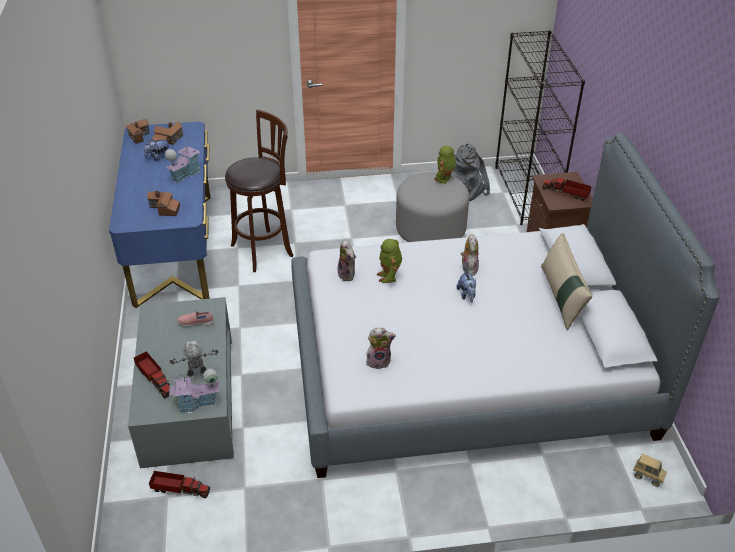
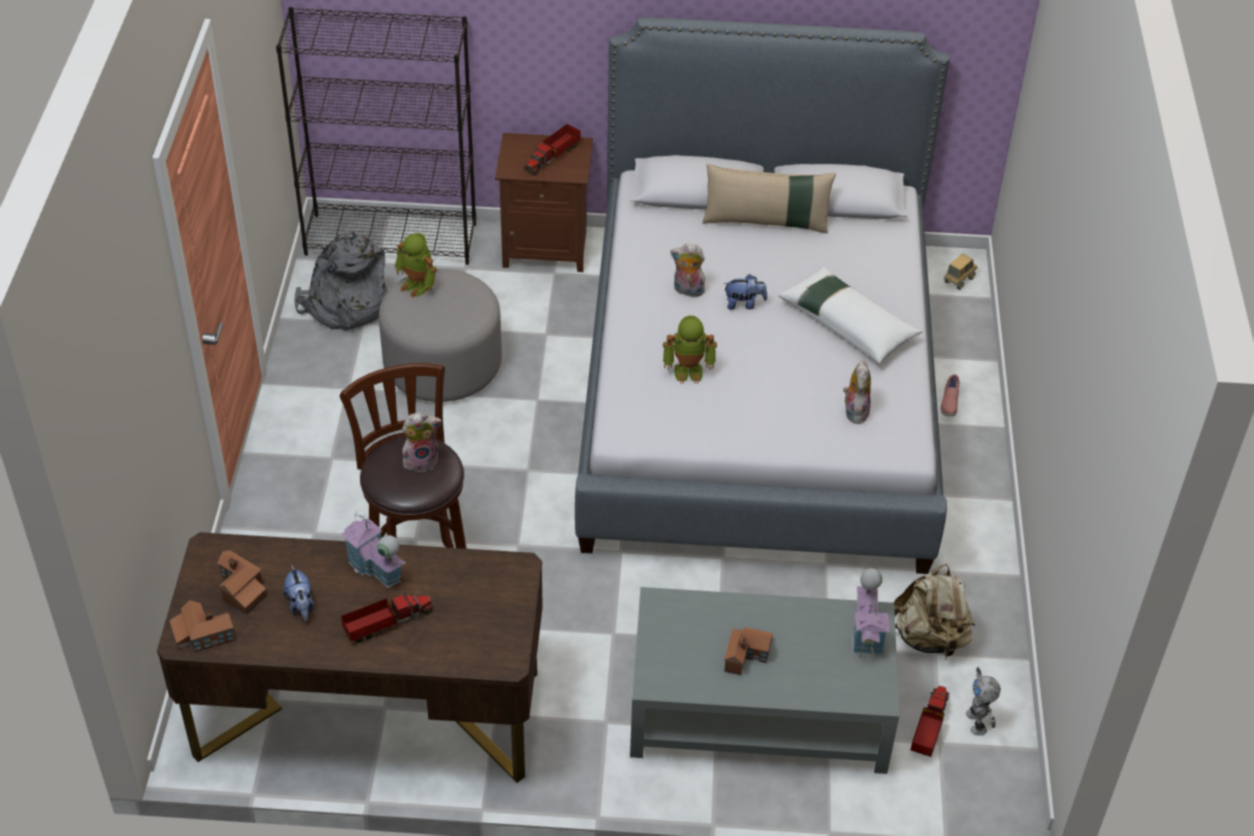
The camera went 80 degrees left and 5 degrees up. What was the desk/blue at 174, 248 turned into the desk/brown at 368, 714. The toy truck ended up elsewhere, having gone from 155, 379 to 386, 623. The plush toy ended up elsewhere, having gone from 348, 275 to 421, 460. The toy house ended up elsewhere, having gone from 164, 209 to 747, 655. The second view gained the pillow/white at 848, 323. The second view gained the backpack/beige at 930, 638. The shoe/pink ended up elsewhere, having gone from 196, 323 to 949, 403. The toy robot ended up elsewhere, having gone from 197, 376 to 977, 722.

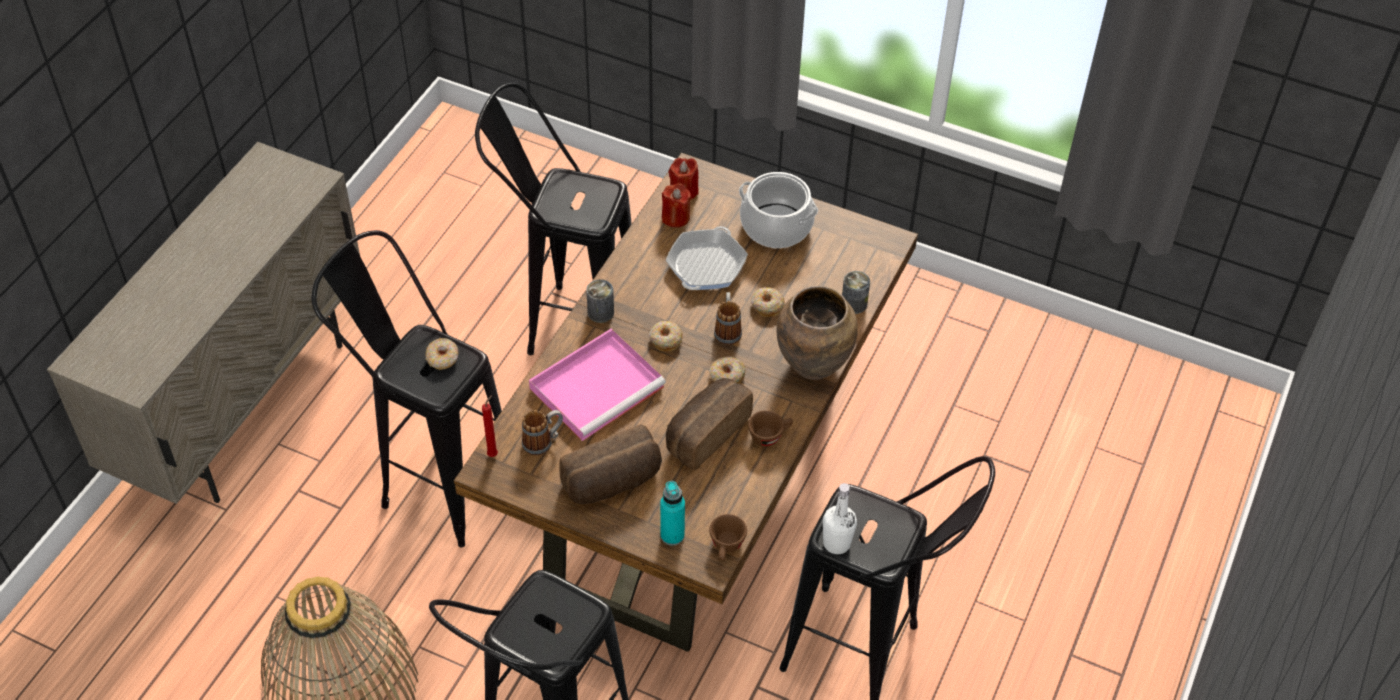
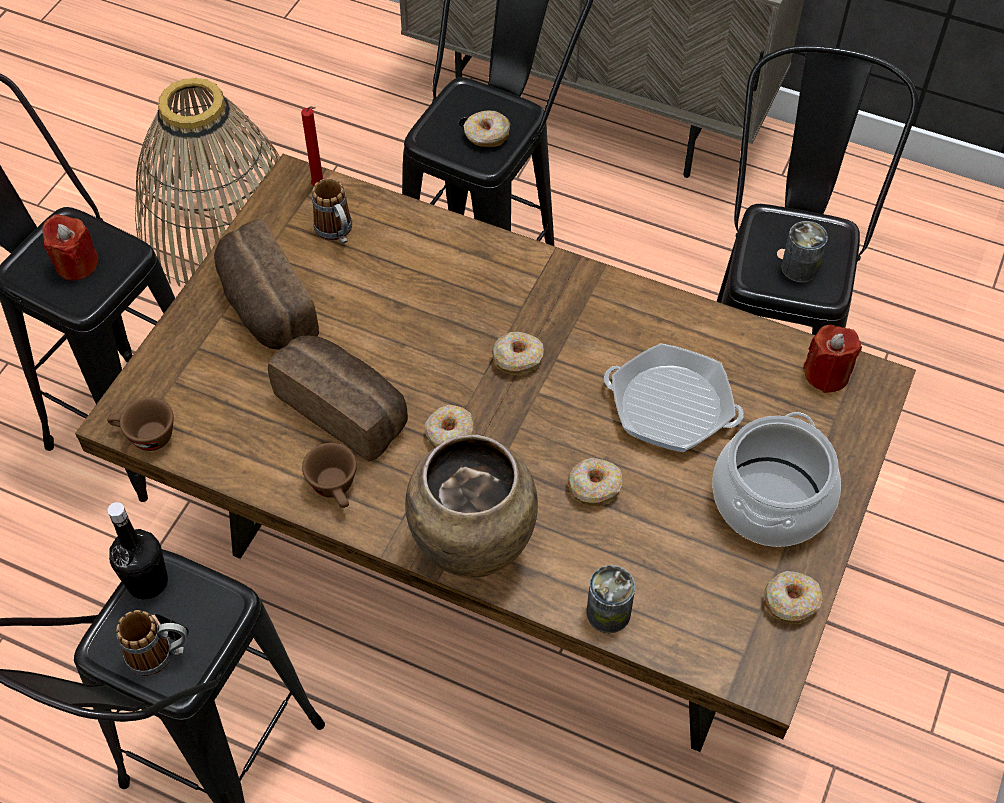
The camera went 90 degrees right and 5 degrees up. The candle/red ended up elsewhere, having gone from 675, 217 to 76, 264. What was the bottle/white at 836, 543 turned into the bottle/black at 147, 582. The mug ended up elsewhere, having gone from 727, 330 to 160, 655. The second view gained the donut at 790, 601. The can ended up elsewhere, having gone from 600, 312 to 799, 268. The second view lost the tray/pink at 598, 386. The second view lost the bottle/turquoise at 672, 535.

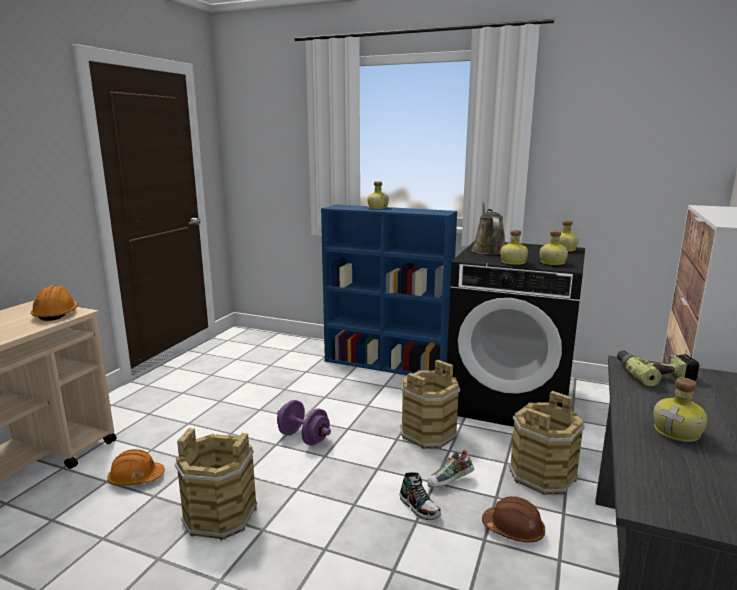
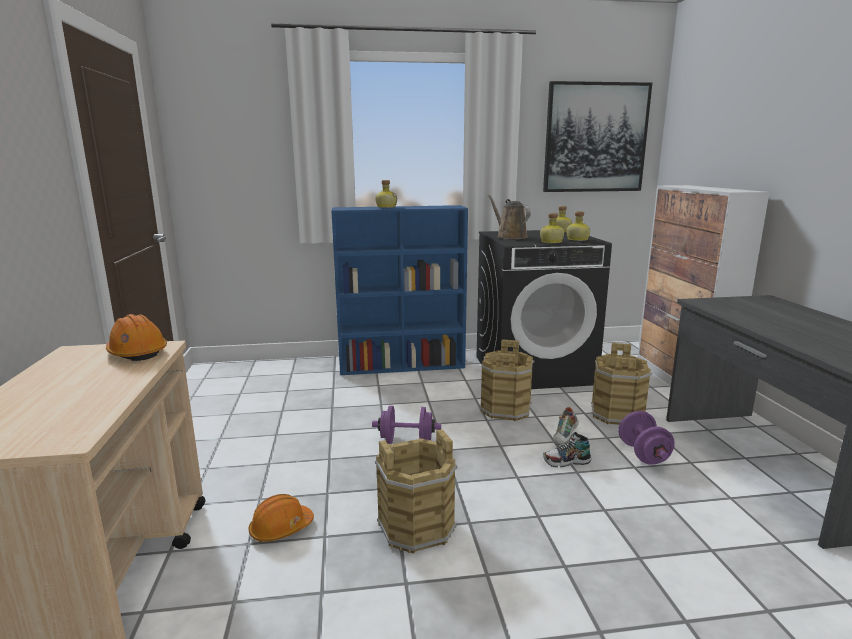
The camera went 30 degrees left and 0 degrees up. The second view gained the picture at 595, 138. The shoe at 419, 507 ended up facing another way, 150 degrees clockwise from before. Where the hard hat/brown stood at 513, 529, the dumbbell/purple came to stand at 643, 454. The second view lost the power drill at 655, 373. The second view lost the bottle at 678, 432.

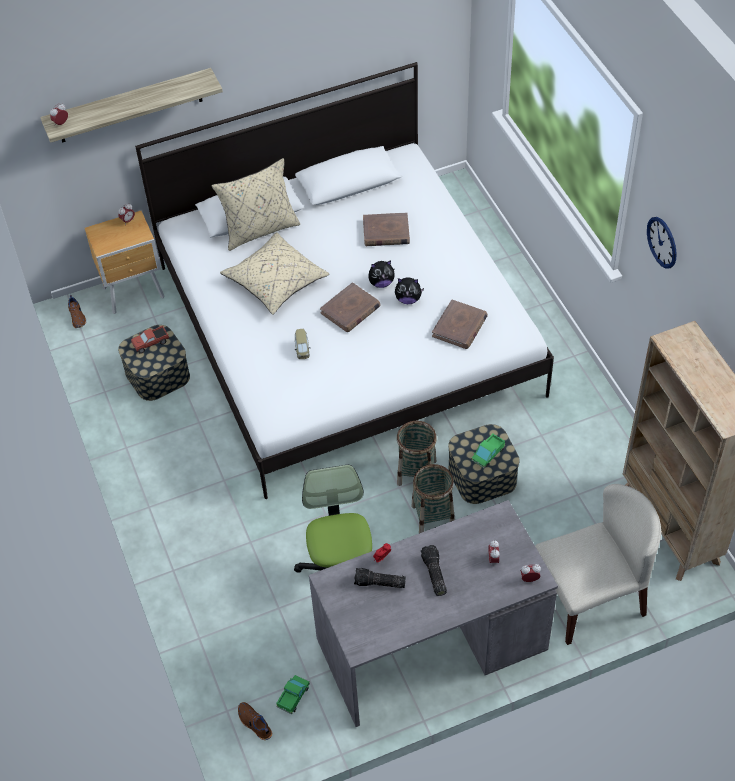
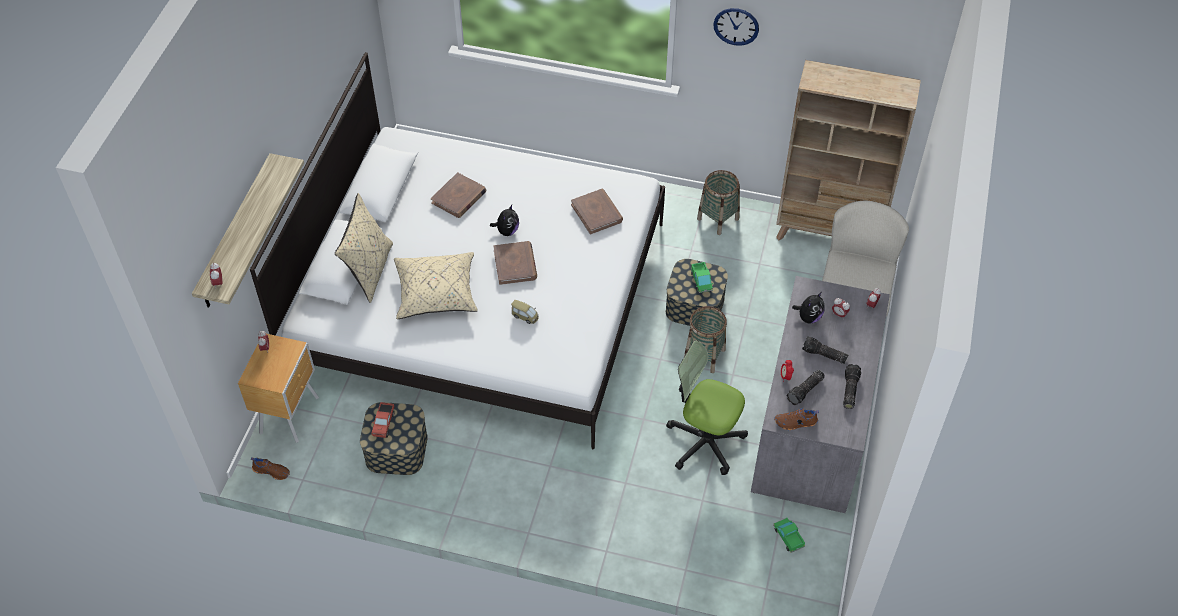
The camera went 55 degrees left and 0 degrees up. The basket ended up elsewhere, having gone from 416, 472 to 718, 219. The shoe/brown ended up elsewhere, having gone from 254, 723 to 795, 423. The plush toy ended up elsewhere, having gone from 408, 299 to 808, 317. The second view gained the flashlight at 849, 390.

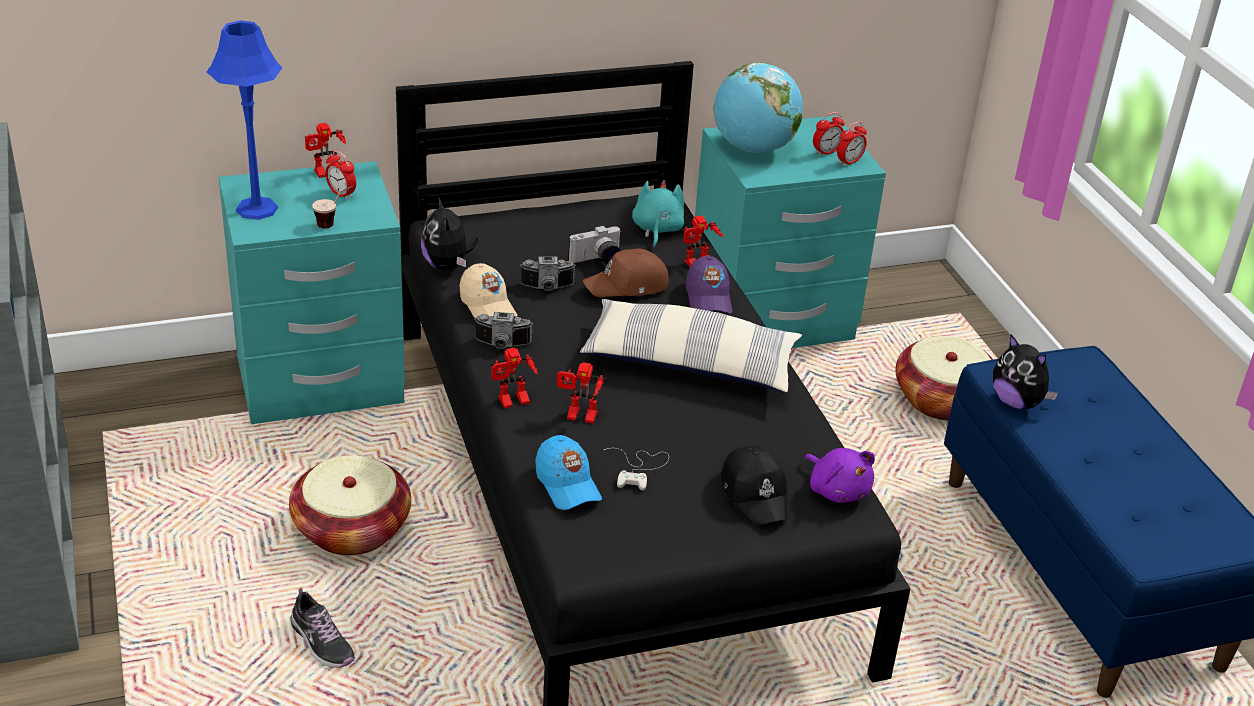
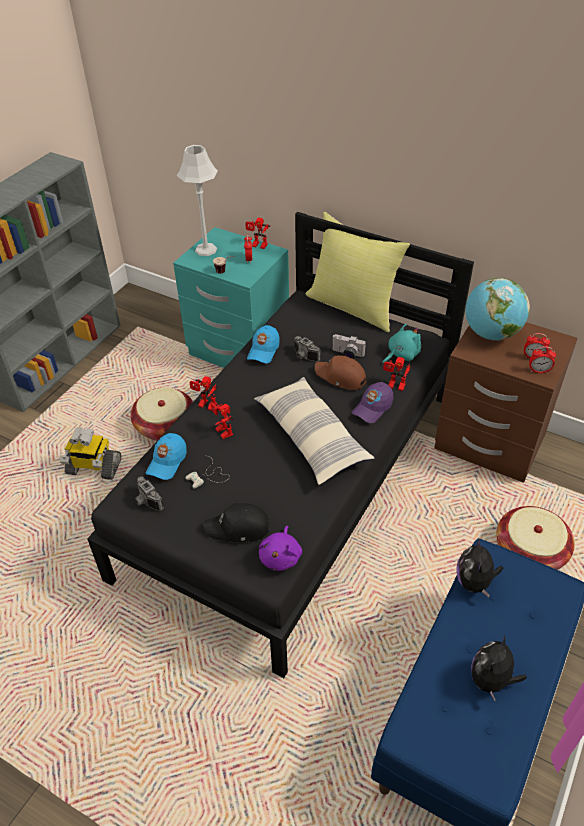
The camera went 50 degrees right and 10 degrees up. Where the shoe stood at 322, 642, the toy robot came to stand at 93, 468. The photo camera ended up elsewhere, having gone from 502, 345 to 146, 501. What was the table lamp/blue at 256, 209 turned into the table lamp/grey at 205, 249. The cap/black at 755, 493 ended up facing another way, 60 degrees clockwise from before. What was the cap/beige at 487, 306 turned into the cap/blue at 263, 350. The second view gained the pillow/yellow at 353, 306. What was the nightstand/turquoise at 771, 321 turned into the nightstand/brown at 489, 443. The plush toy ended up elsewhere, having gone from 447, 266 to 491, 680.

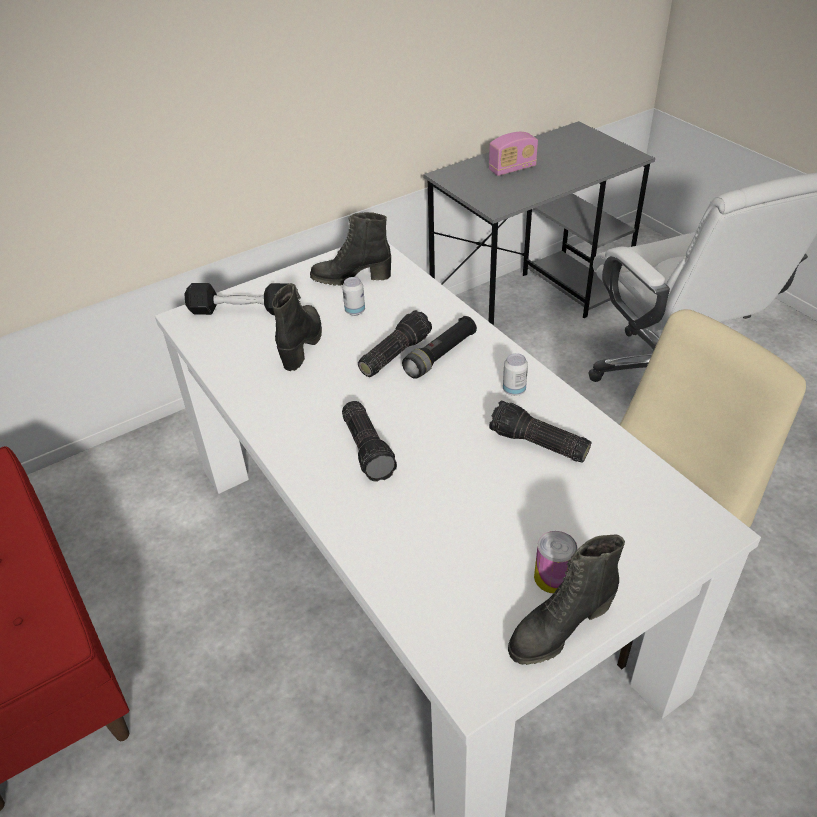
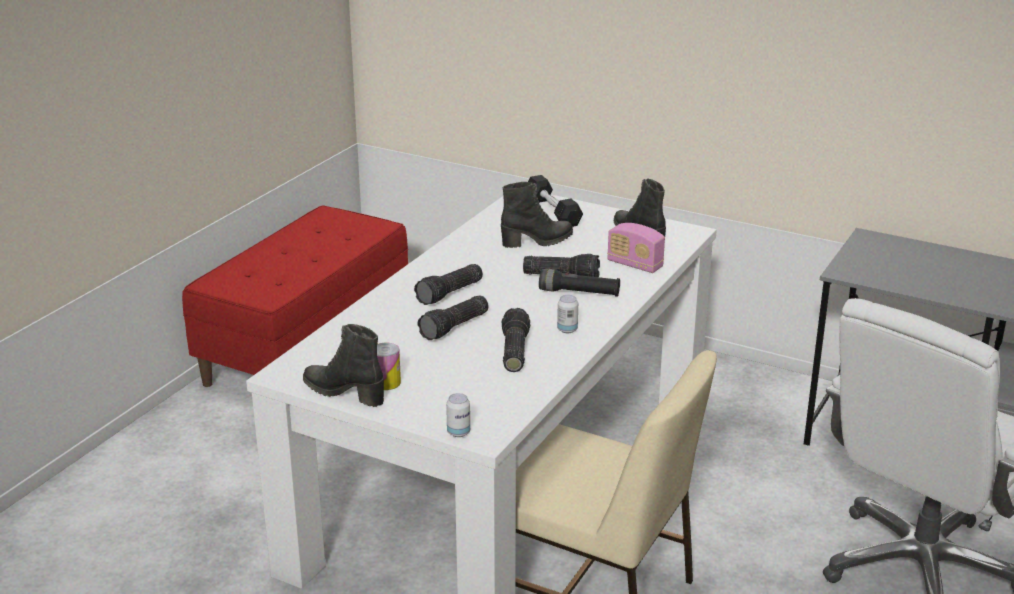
The camera went 60 degrees right and 15 degrees down. The second view gained the flashlight at 455, 327. The can ended up elsewhere, having gone from 355, 311 to 458, 432. The radio ended up elsewhere, having gone from 512, 169 to 634, 265.

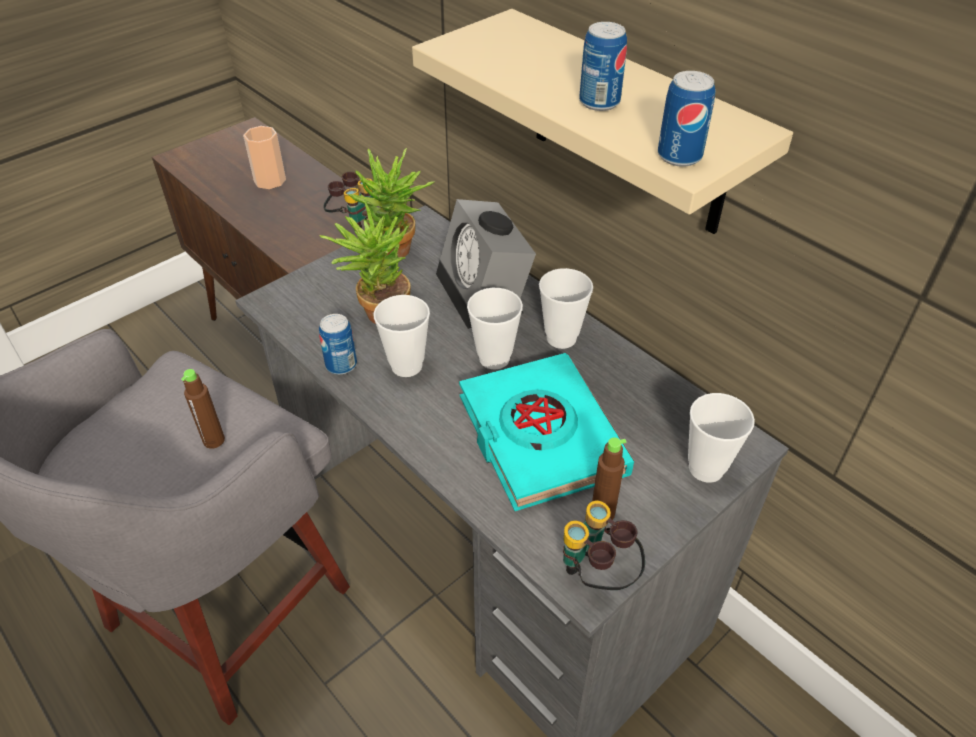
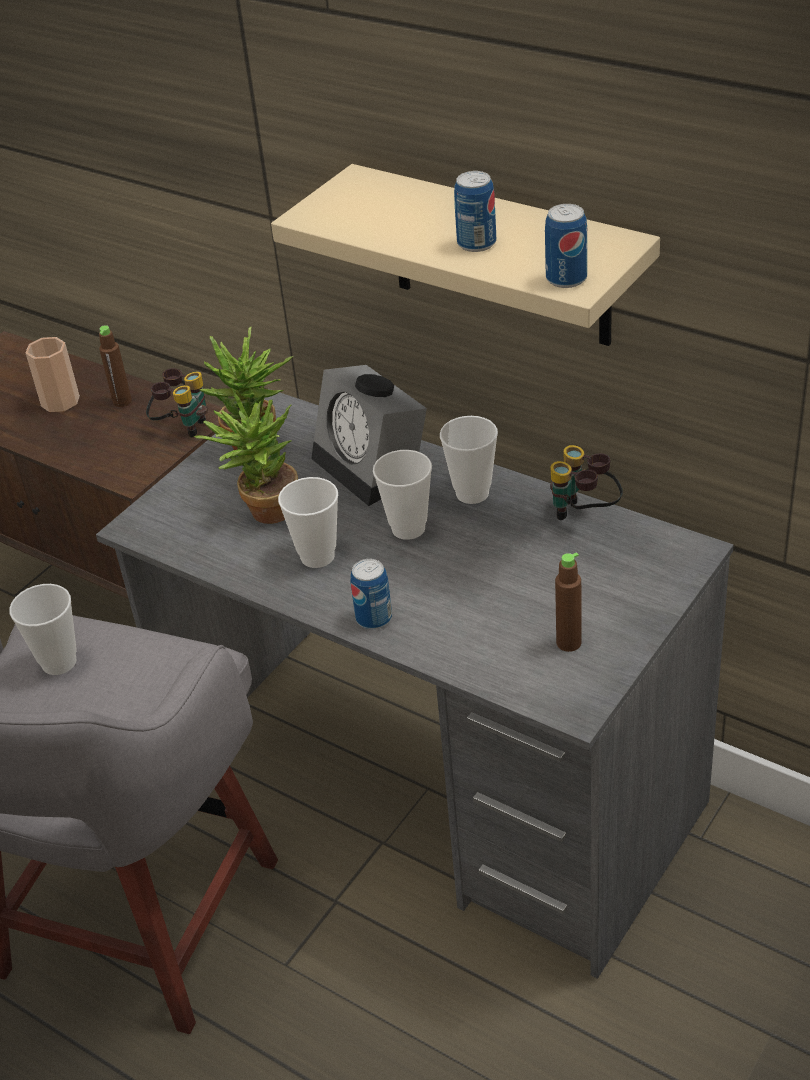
The camera went 10 degrees left and 5 degrees down. The cup ended up elsewhere, having gone from 706, 468 to 59, 662. The bottle/brown ended up elsewhere, having gone from 214, 440 to 122, 401. The can ended up elsewhere, having gone from 341, 365 to 374, 618. The binoculars ended up elsewhere, having gone from 597, 575 to 584, 515. The second view lost the book/turquoise at 540, 436.

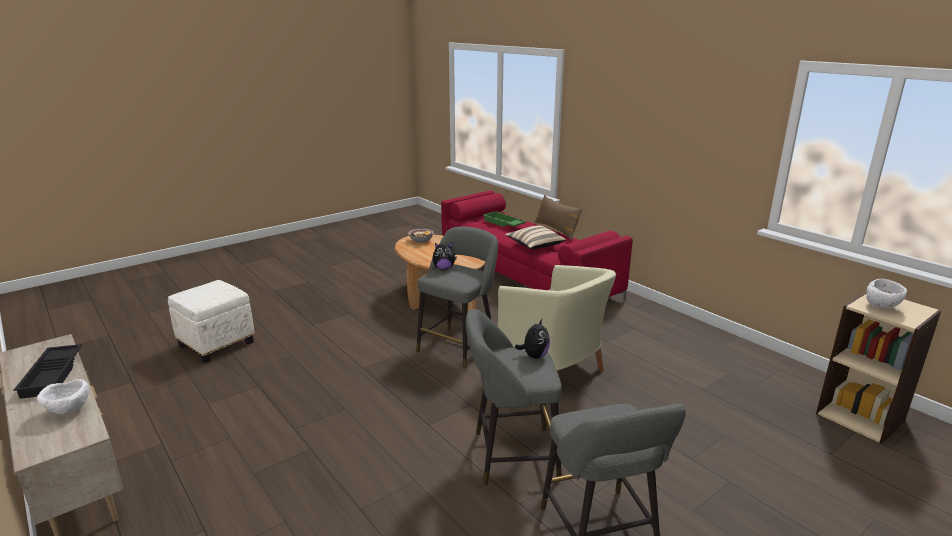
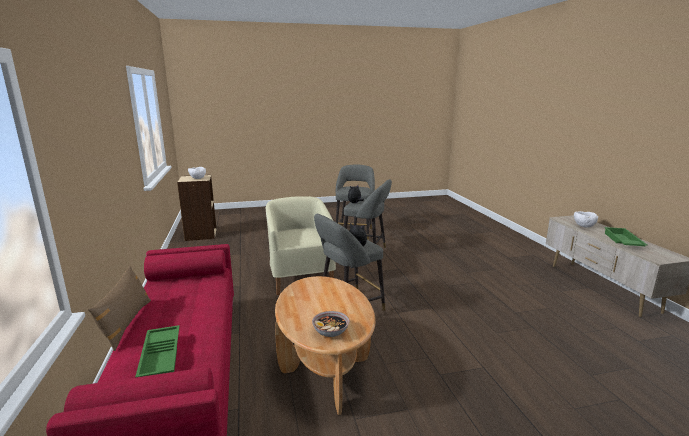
The camera went 155 degrees left and 5 degrees down. What was the tray/black at 54, 375 turned into the tray/green at 622, 241. The second view lost the ottoman/white at 217, 343. The second view lost the pillow/beige at 534, 246.

